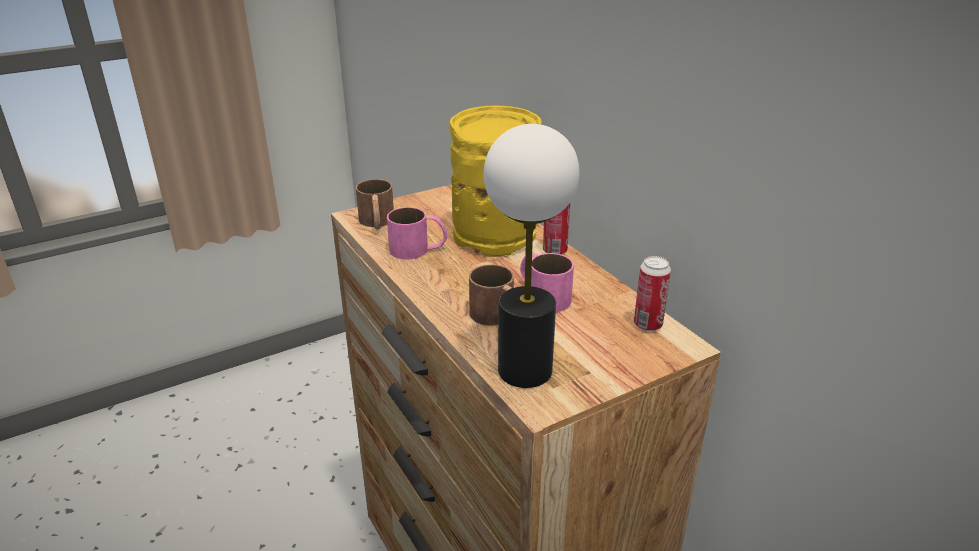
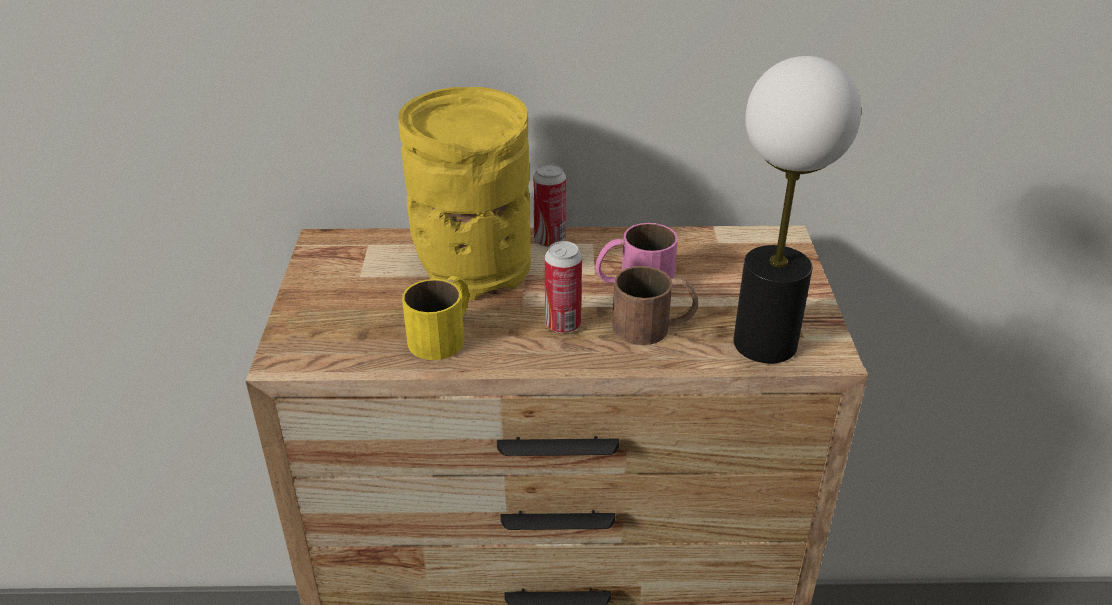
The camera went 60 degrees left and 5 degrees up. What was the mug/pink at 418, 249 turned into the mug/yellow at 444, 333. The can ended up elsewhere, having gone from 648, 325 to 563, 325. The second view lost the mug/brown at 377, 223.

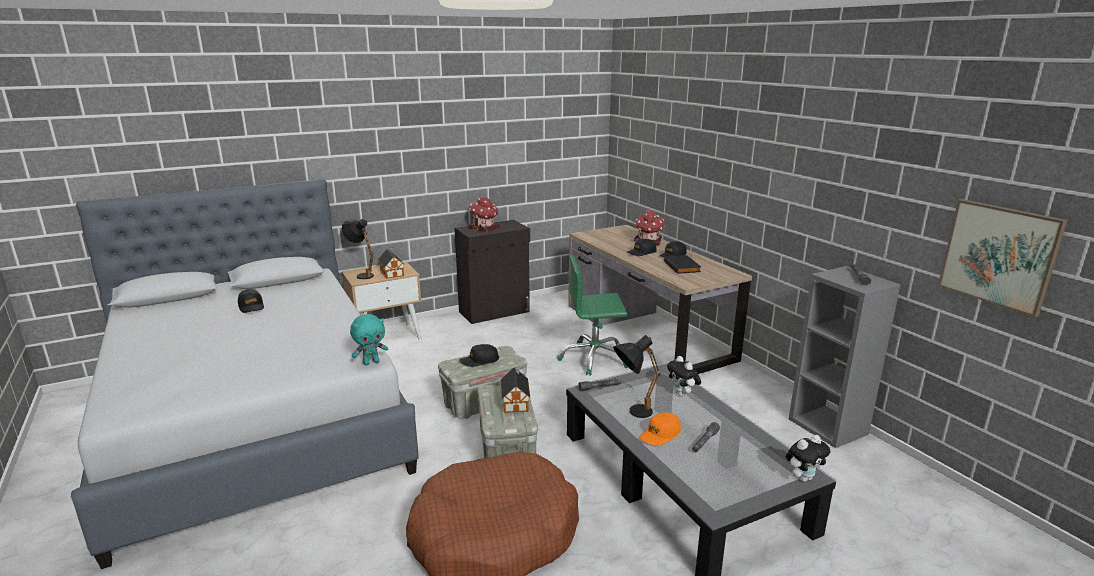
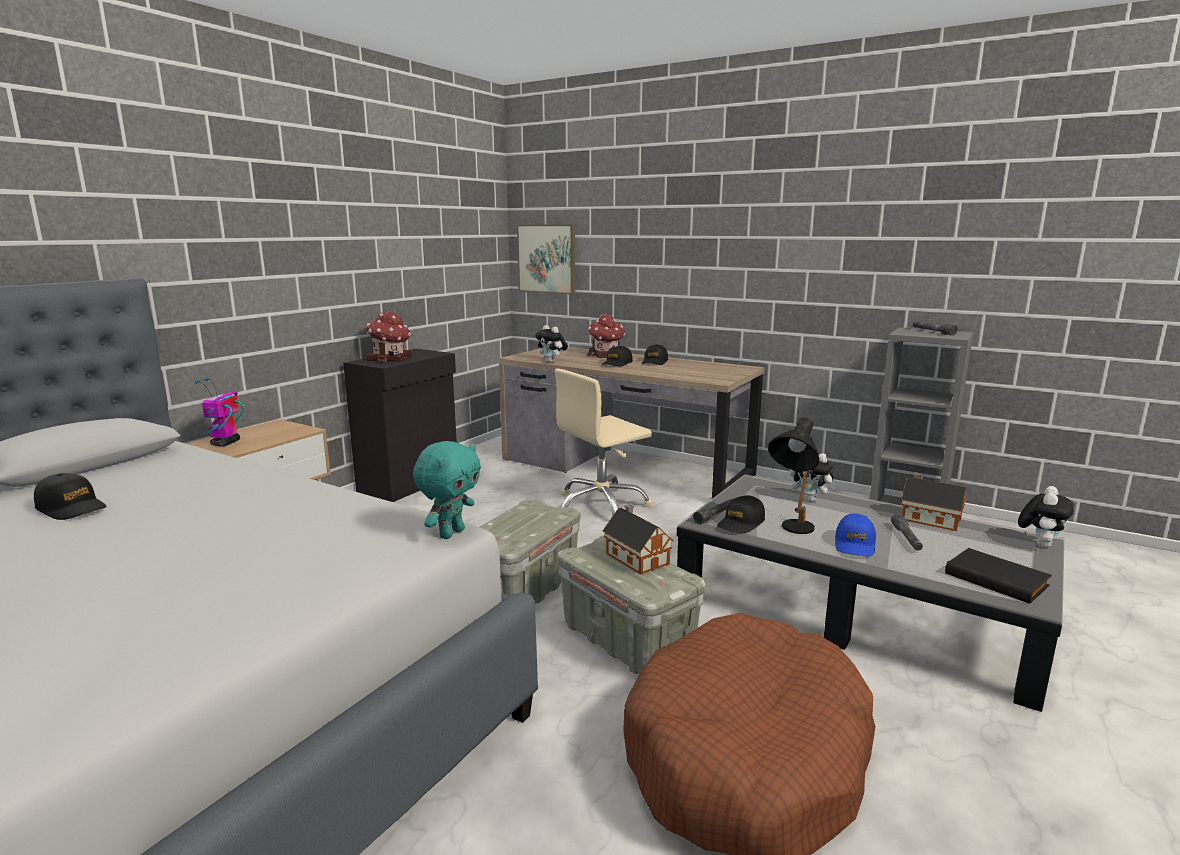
The camera went 30 degrees left and 5 degrees down. Where the table lamp/black stood at 362, 274, the toy robot came to stand at 225, 443. The picture ended up elsewhere, having gone from 999, 255 to 547, 259. The second view gained the plush toy at 552, 362. What was the office chair/green at 594, 358 turned into the office chair/beige at 601, 506. The cap/black ended up elsewhere, having gone from 479, 360 to 741, 523. What was the cap/orange at 660, 434 turned into the cap/blue at 855, 544. The toy house ended up elsewhere, having gone from 392, 273 to 928, 518. The book/black ended up elsewhere, having gone from 683, 267 to 997, 579.

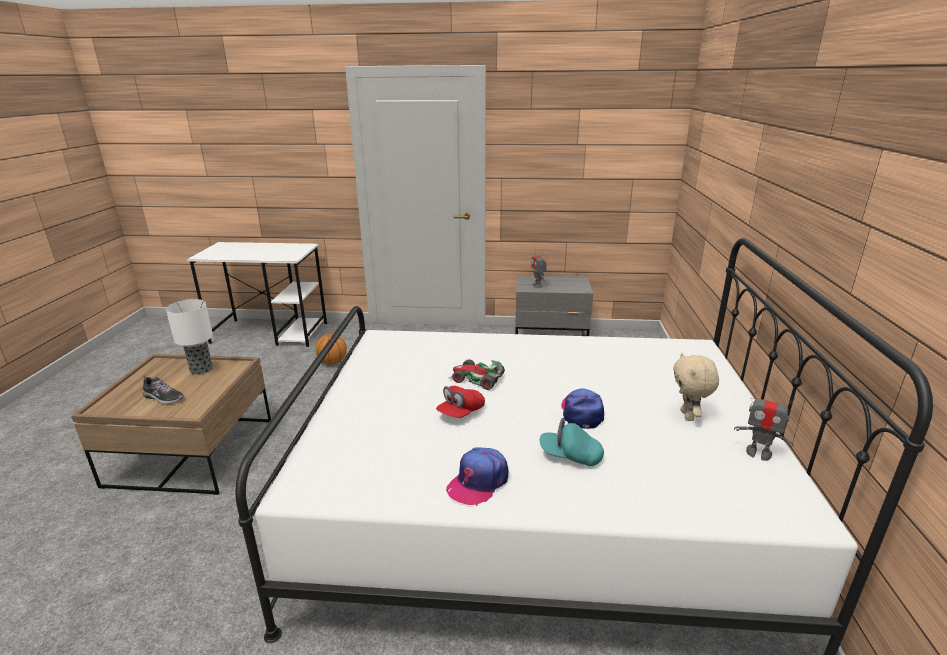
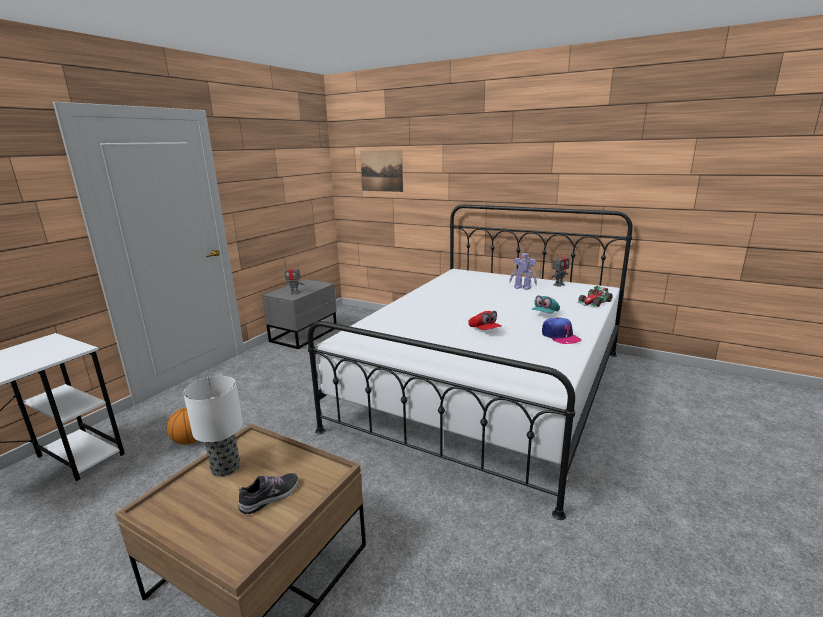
The camera went 65 degrees left and 5 degrees down. The second view gained the picture at 381, 171. Where the plush toy/beige stood at 688, 416, the toy robot came to stand at 522, 287. The toy car ended up elsewhere, having gone from 476, 379 to 594, 302. The second view lost the cap at 582, 412.

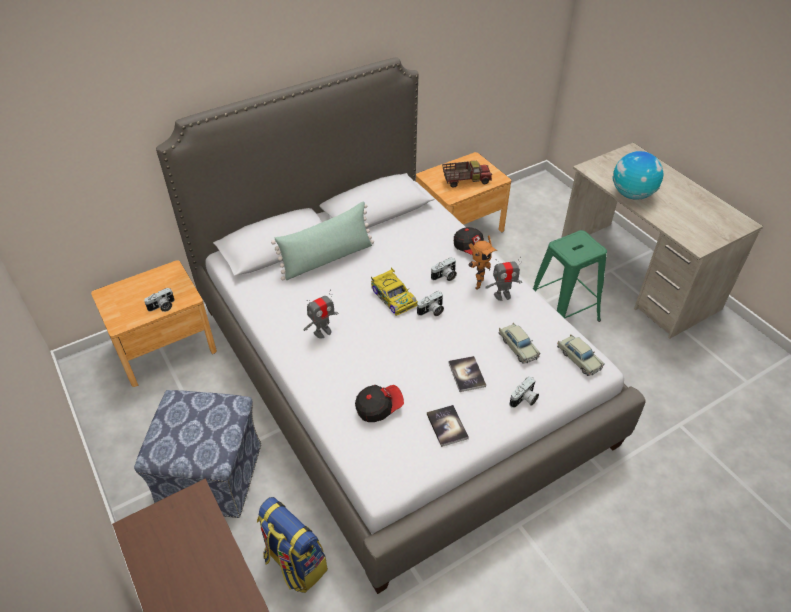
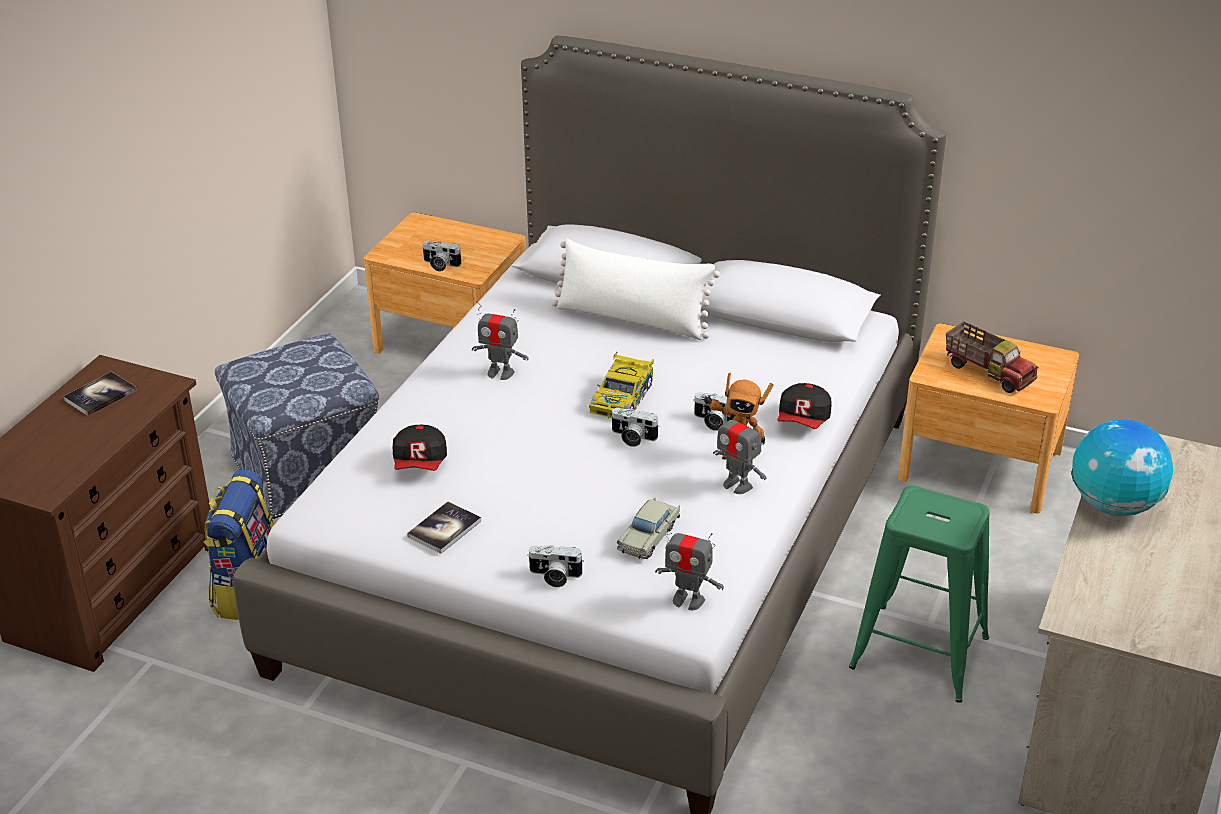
The camera went 55 degrees right and 10 degrees down. The book ended up elsewhere, having gone from 466, 374 to 100, 395. The cap at 378, 407 ended up facing another way, 60 degrees clockwise from before. What was the pillow/green at 327, 259 turned into the pillow/white at 632, 319. Where the toy car/beige stood at 579, 359, the toy robot came to stand at 688, 600.

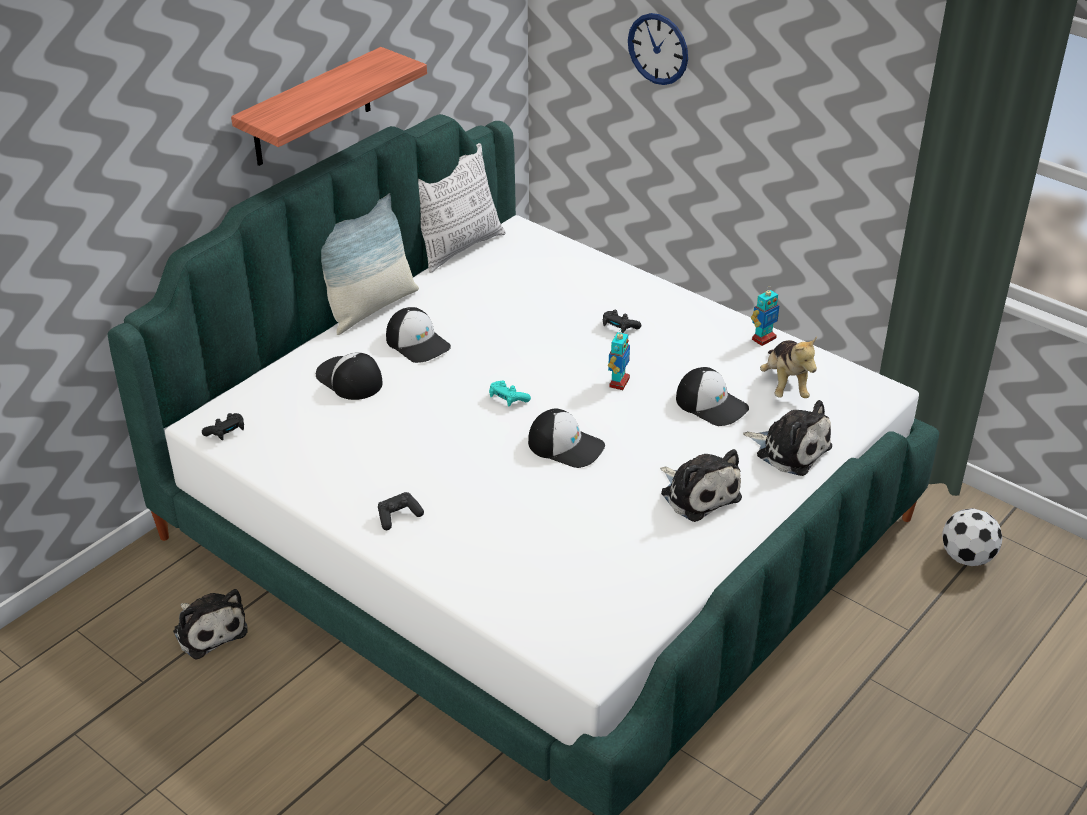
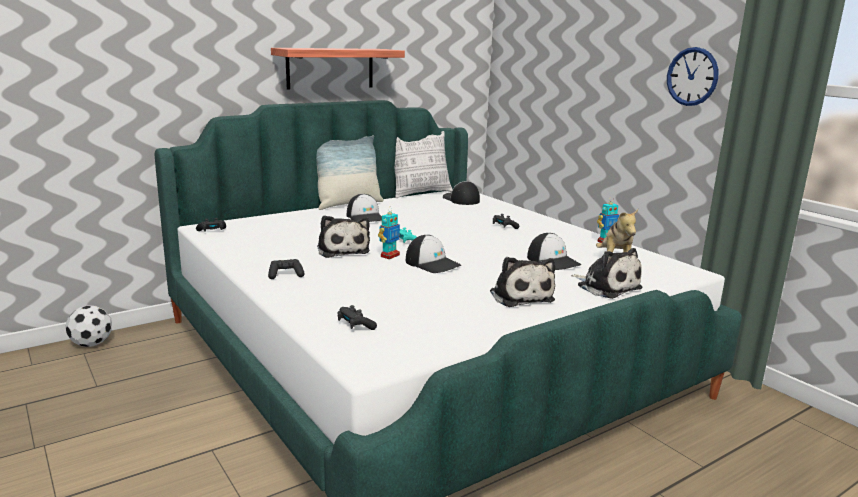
The camera went 15 degrees right and 20 degrees down. The football ended up elsewhere, having gone from 967, 557 to 92, 344. The plush toy ended up elsewhere, having gone from 209, 629 to 342, 250. The second view gained the game controller/black at 355, 325. The toy robot ended up elsewhere, having gone from 618, 382 to 389, 256. The cap ended up elsewhere, having gone from 349, 379 to 461, 199. The wall clock ended up elsewhere, having gone from 658, 49 to 692, 76.

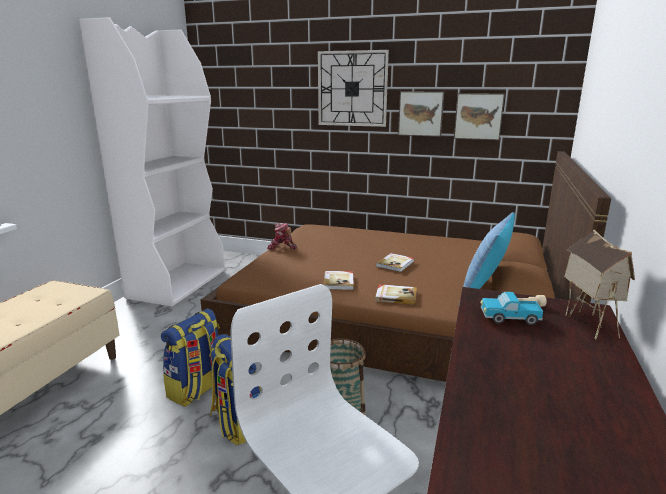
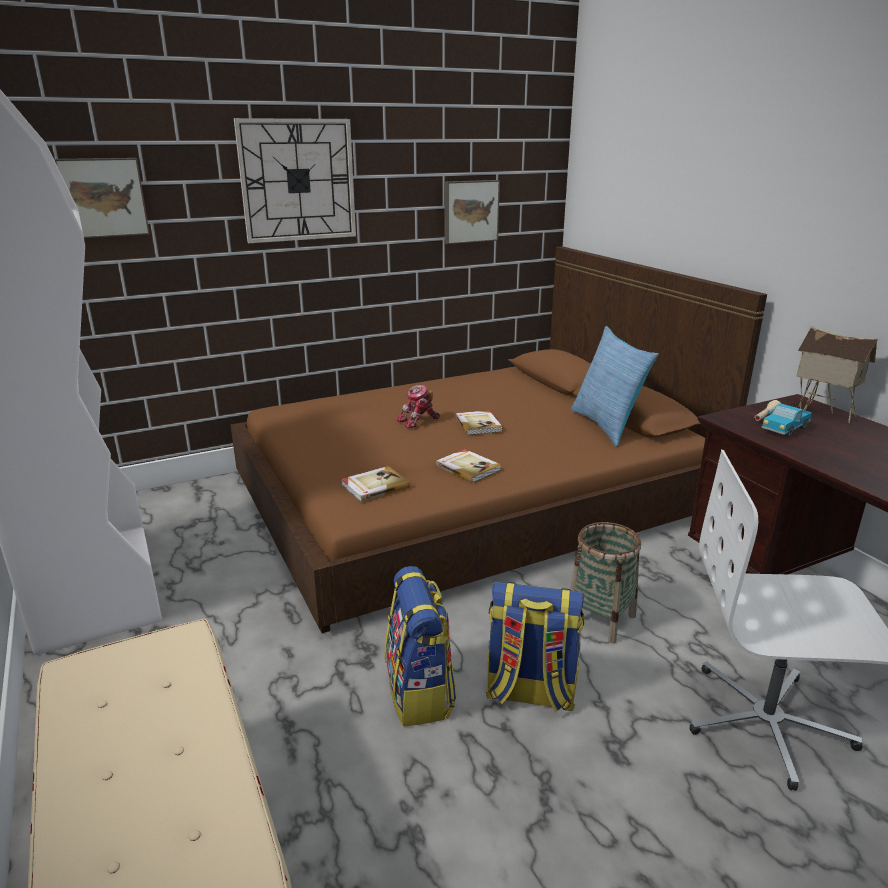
The camera went 45 degrees left and 5 degrees up. The picture ended up elsewhere, having gone from 421, 113 to 103, 197. The book ended up elsewhere, having gone from 396, 296 to 374, 486. The toy robot ended up elsewhere, having gone from 281, 247 to 418, 421.

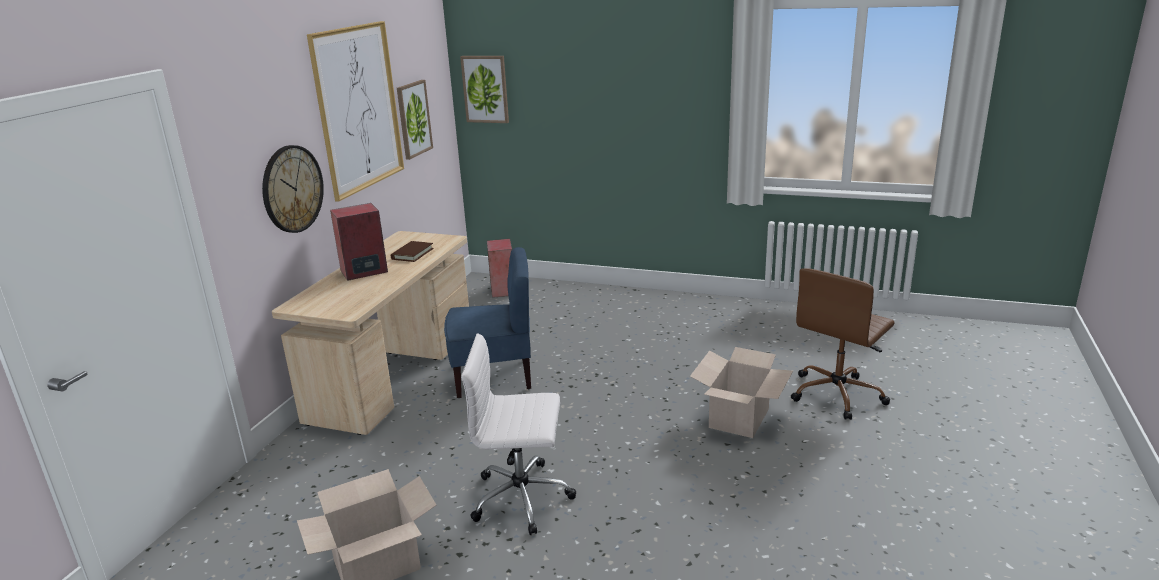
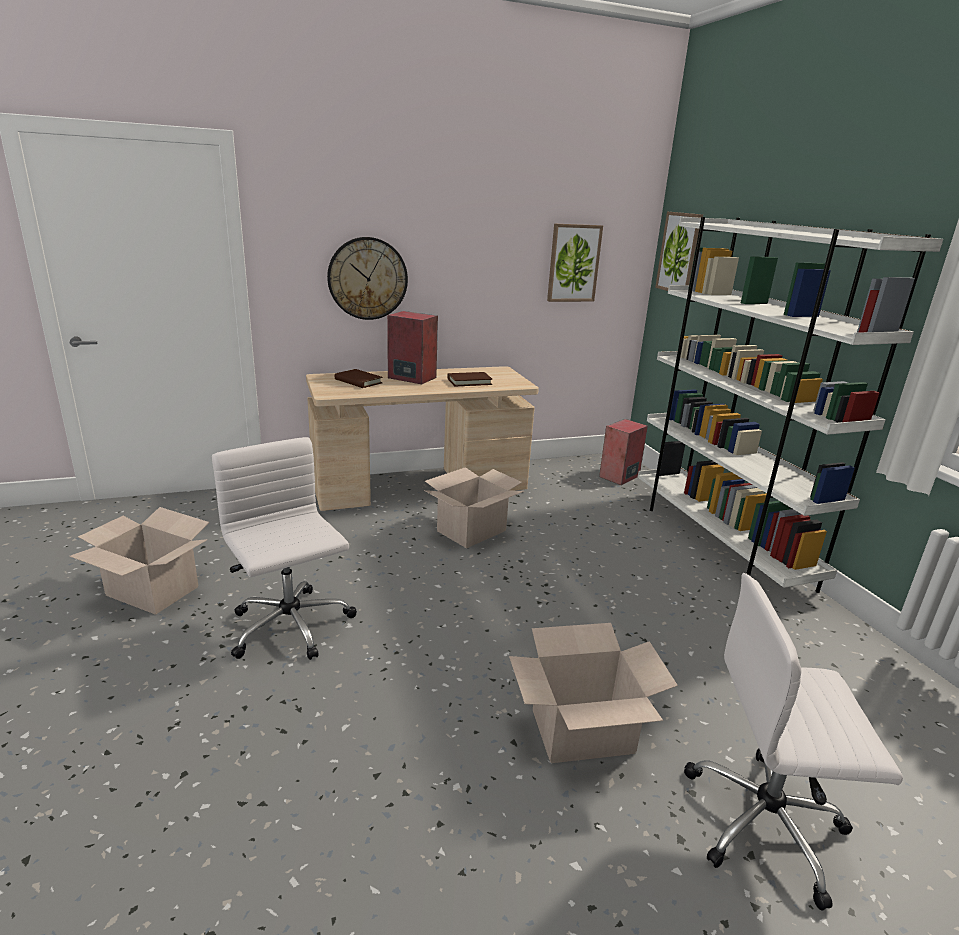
The camera went 50 degrees right and 0 degrees up. The second view gained the book/brown at 358, 381. Where the chair/blue stood at 494, 376, the cardboard box came to stand at 471, 531. The second view gained the bookcase/white at 719, 541. What was the office chair/brown at 837, 394 turned into the office chair/white at 767, 823. The second view lost the picture at 358, 108.

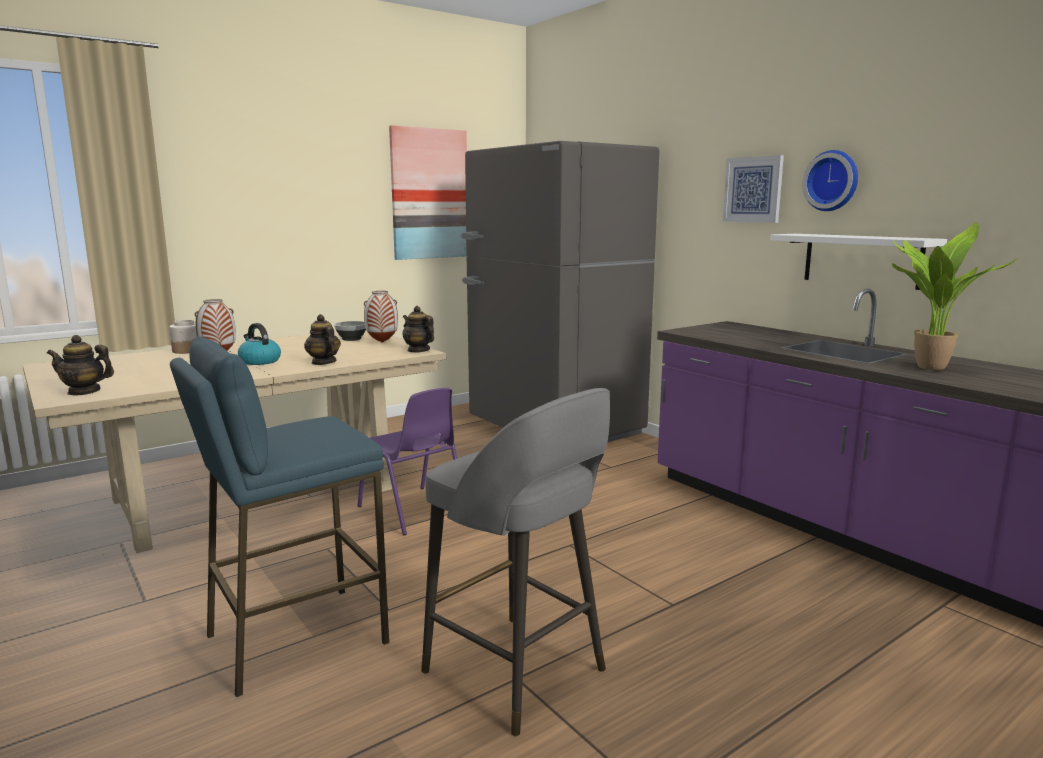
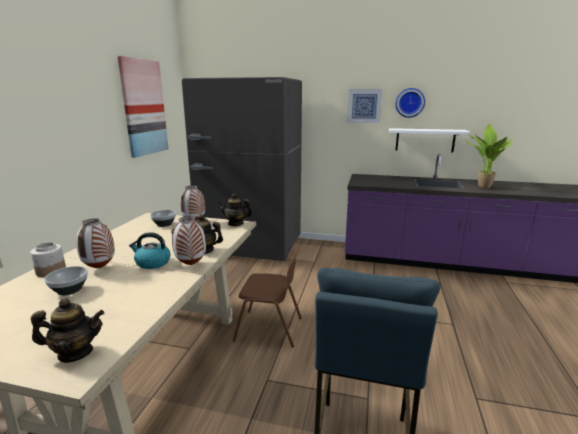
The camera went 40 degrees left and 5 degrees up. The teapot at 84, 391 ended up facing another way, 150 degrees counterclockwise from before. The second view gained the bowl at 70, 290. The second view gained the vase at 190, 265. What was the chair/purple at 413, 511 turned into the chair/brown at 270, 329. The second view lost the stool/grey at 517, 673.

